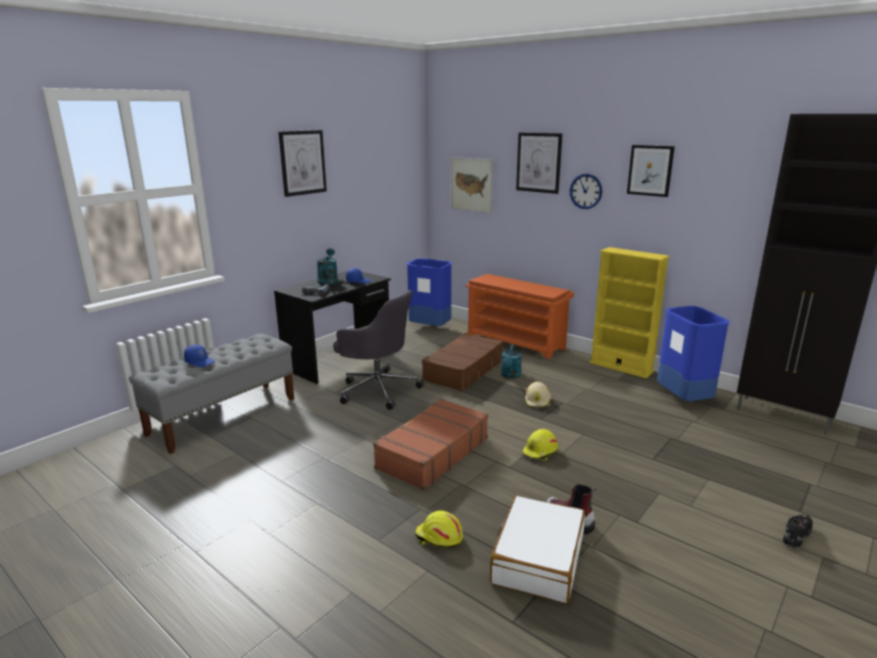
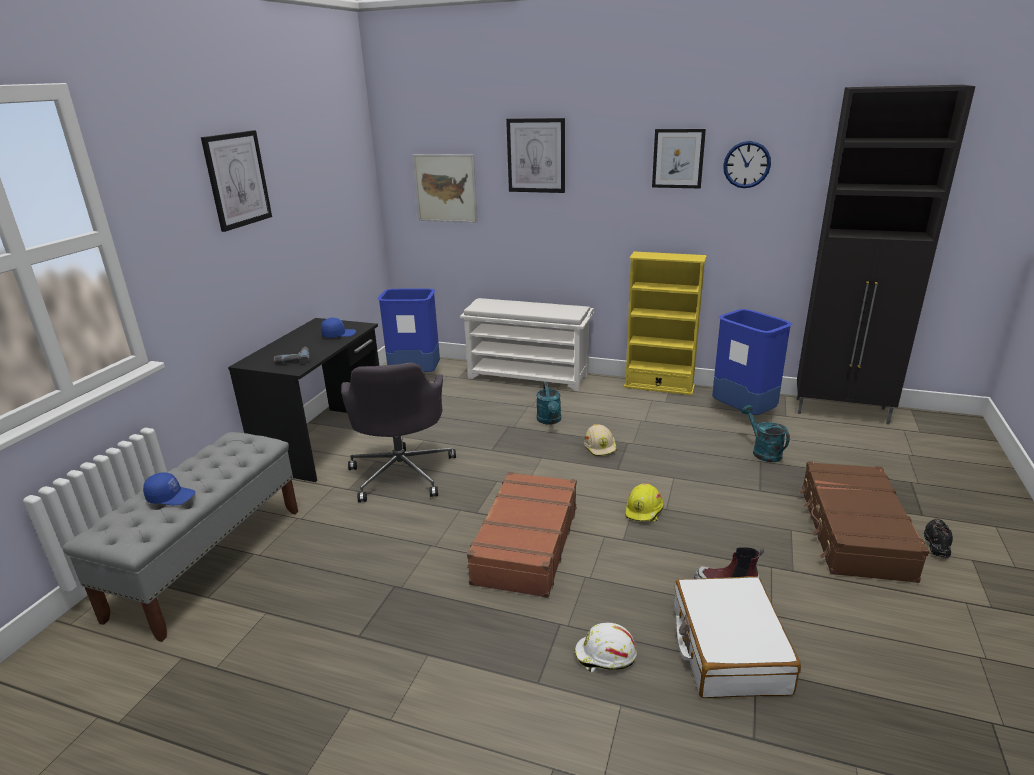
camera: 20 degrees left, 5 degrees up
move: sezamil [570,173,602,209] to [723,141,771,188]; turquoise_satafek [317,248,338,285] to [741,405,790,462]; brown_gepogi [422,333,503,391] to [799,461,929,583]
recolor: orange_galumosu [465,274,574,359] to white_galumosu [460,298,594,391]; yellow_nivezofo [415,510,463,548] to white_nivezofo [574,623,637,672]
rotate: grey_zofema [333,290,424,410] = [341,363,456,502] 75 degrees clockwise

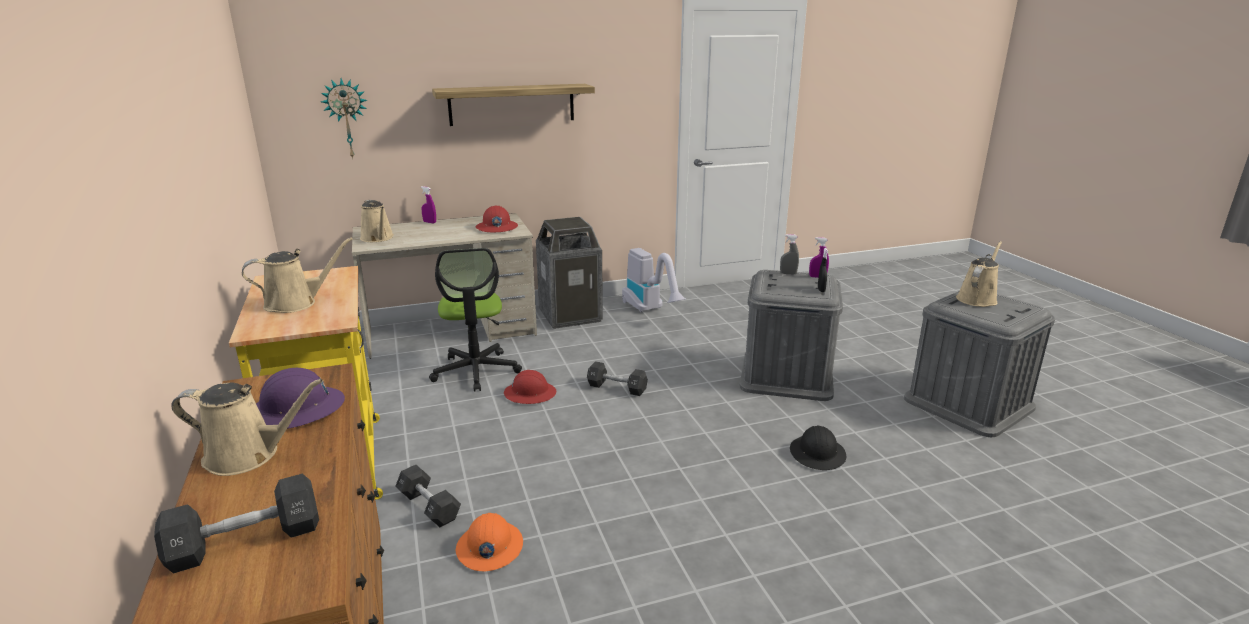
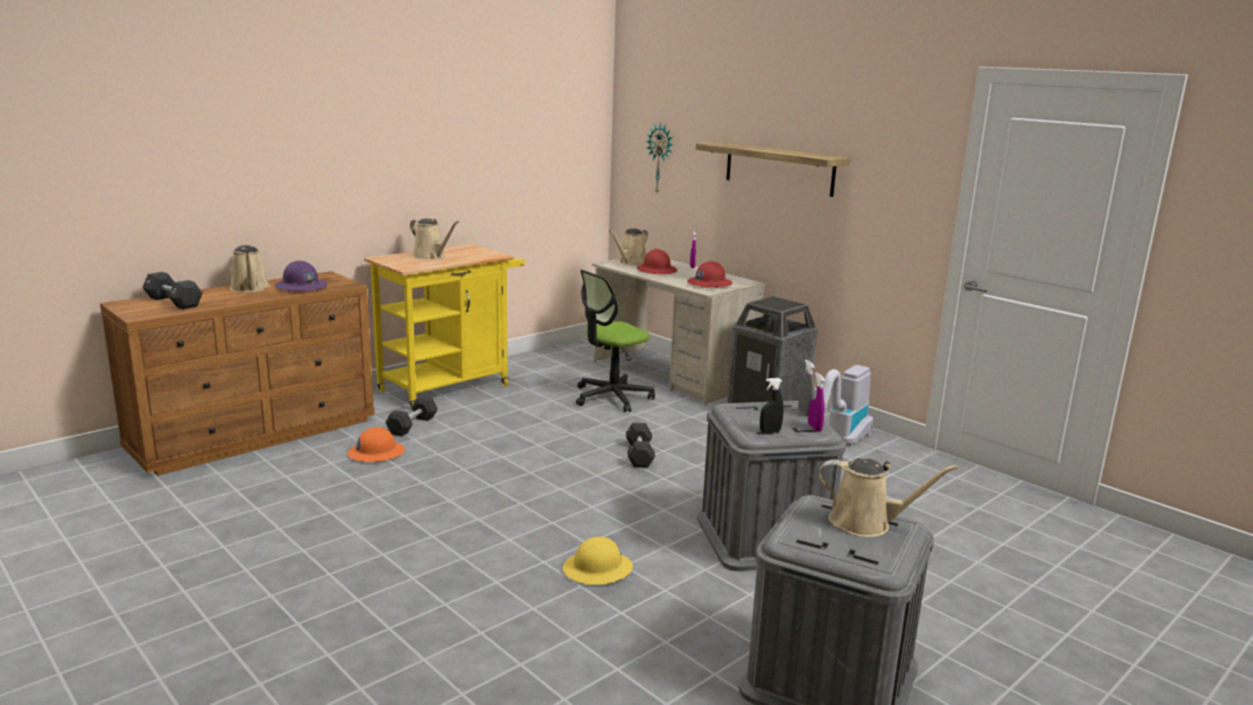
camera: 65 degrees right, 5 degrees down
move: red_nivezofo [504,370,556,404] to [636,249,677,274]
recolor: black_nivezofo [790,426,846,470] to yellow_nivezofo [563,537,633,585]

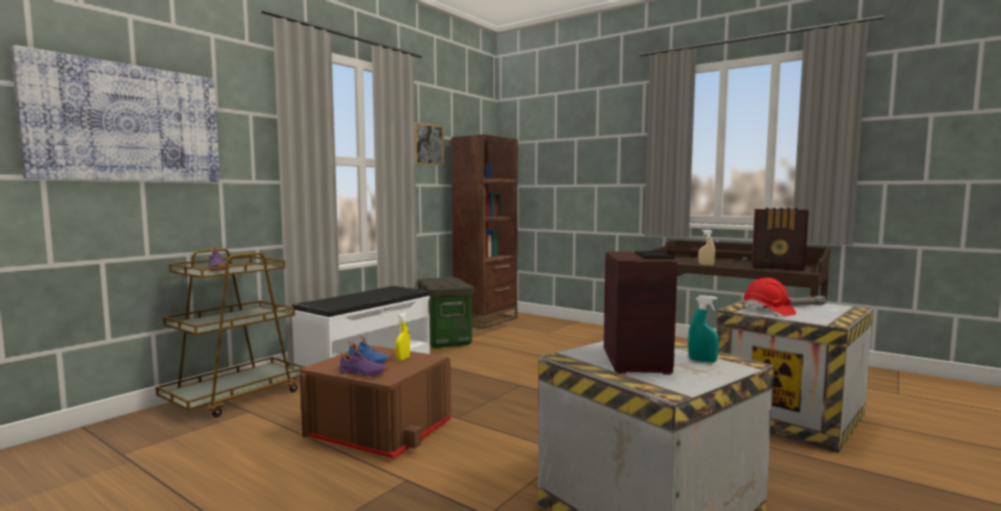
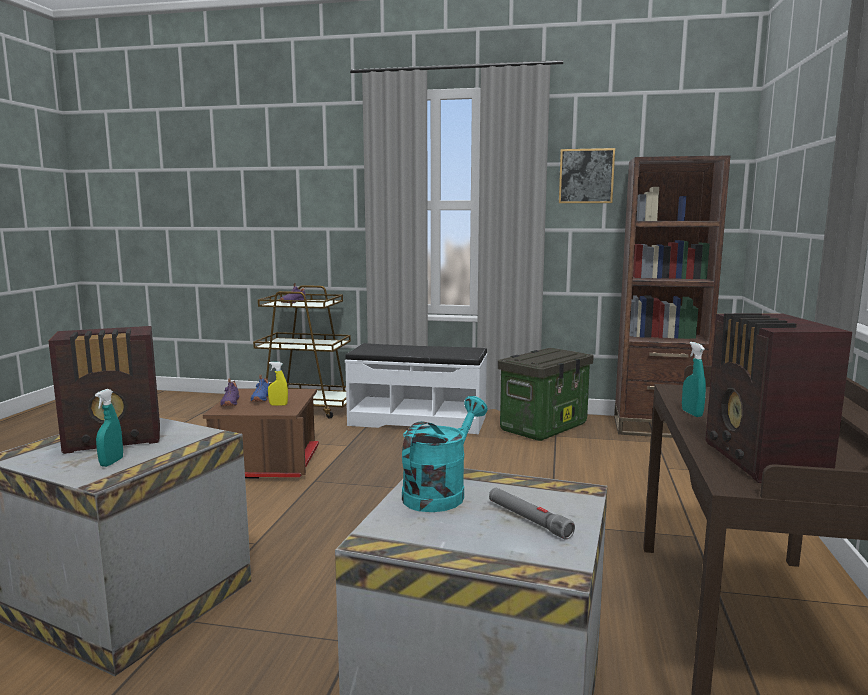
camera: 65 degrees right, 5 degrees up
delete: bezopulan [11,45,220,182]
replace: red_nivezofo [743,278,796,316] to turquoise_satafek [402,396,487,512]
recolor: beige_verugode [699,230,715,265] to turquoise_verugode [682,342,706,417]

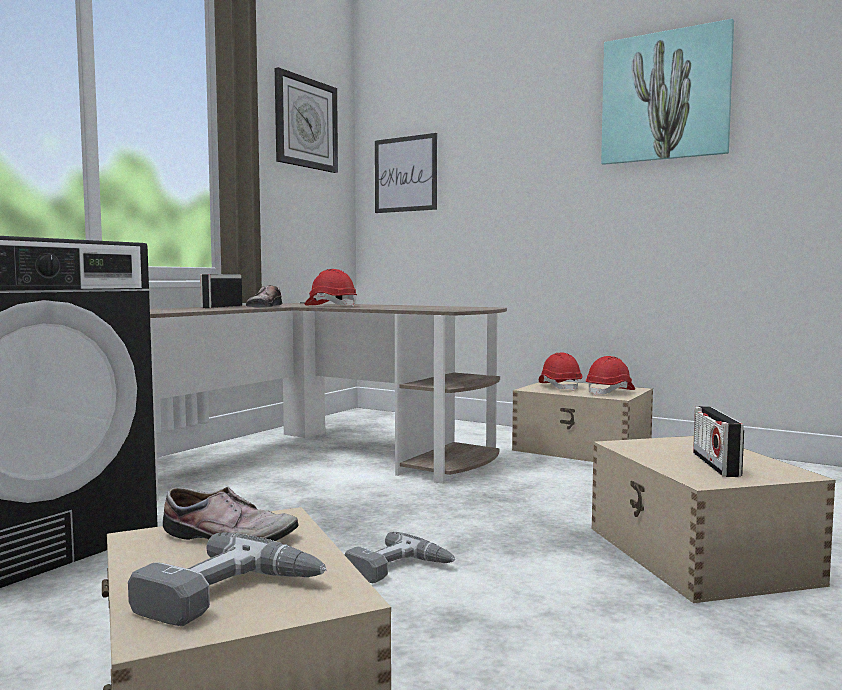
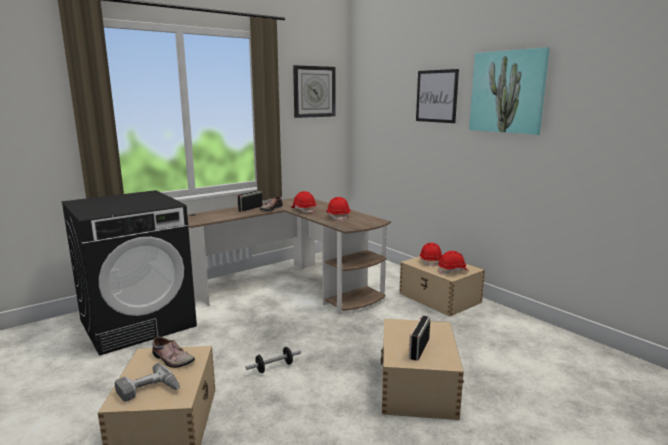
camera: 20 degrees right, 10 degrees up
insert: red_nivezofo [327,197,350,221]
move: bezopulan [375,133,437,213] to [416,69,459,123]
replace: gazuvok [344,532,455,583] to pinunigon [246,347,301,373]

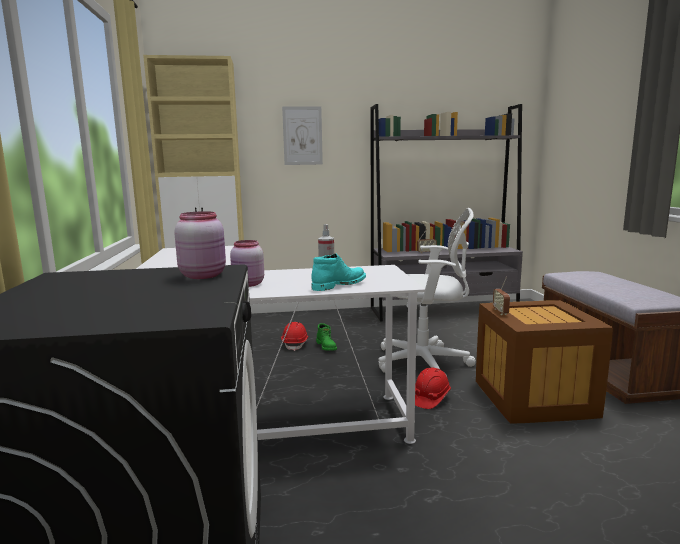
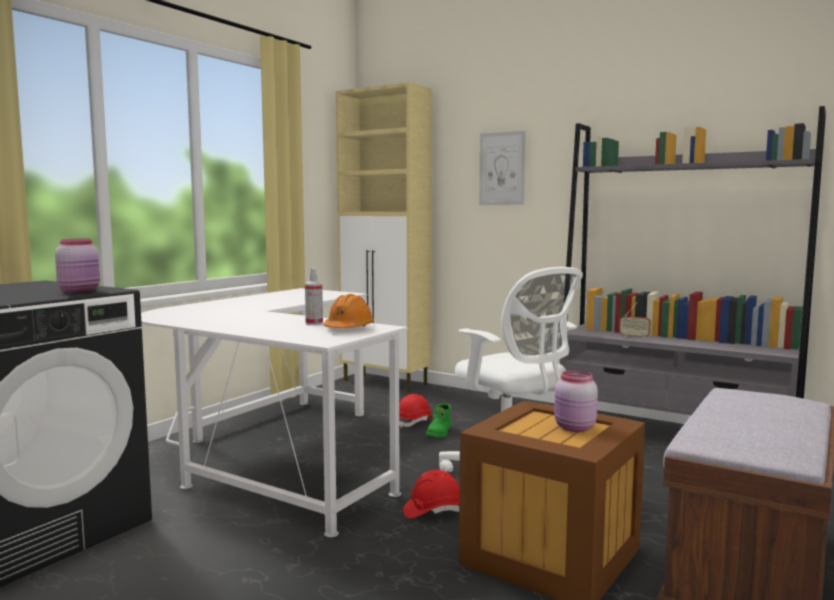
camera: 40 degrees right, 5 degrees down
delete: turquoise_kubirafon [311,253,366,291]; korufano [493,276,510,315]
insert: orange_nivezofo [324,294,374,328]
move: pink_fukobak [230,240,264,287] to [554,370,598,432]

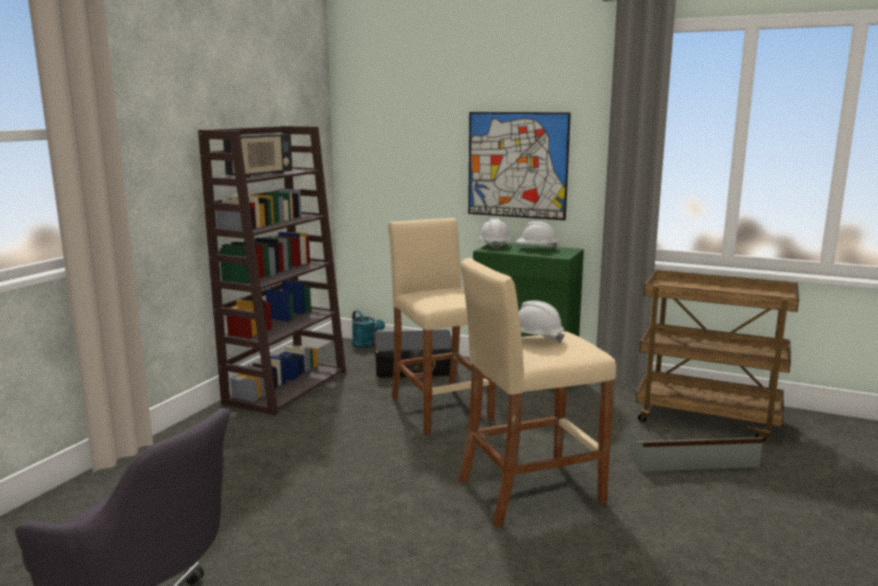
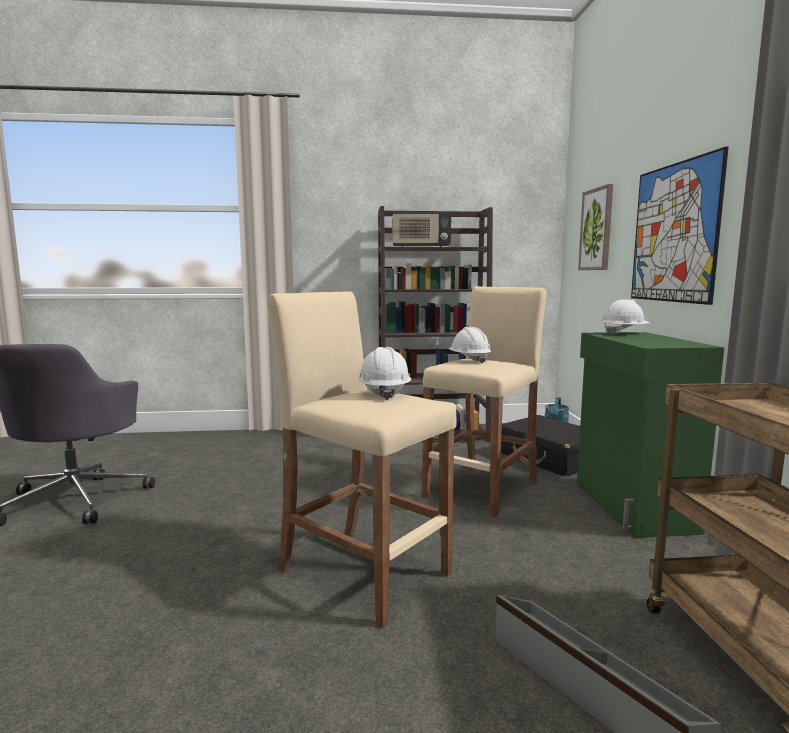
camera: 60 degrees right, 5 degrees down
insert: bezopulan [578,184,613,270]
move: white_nivezofo [516,221,558,249] to [448,327,491,364]

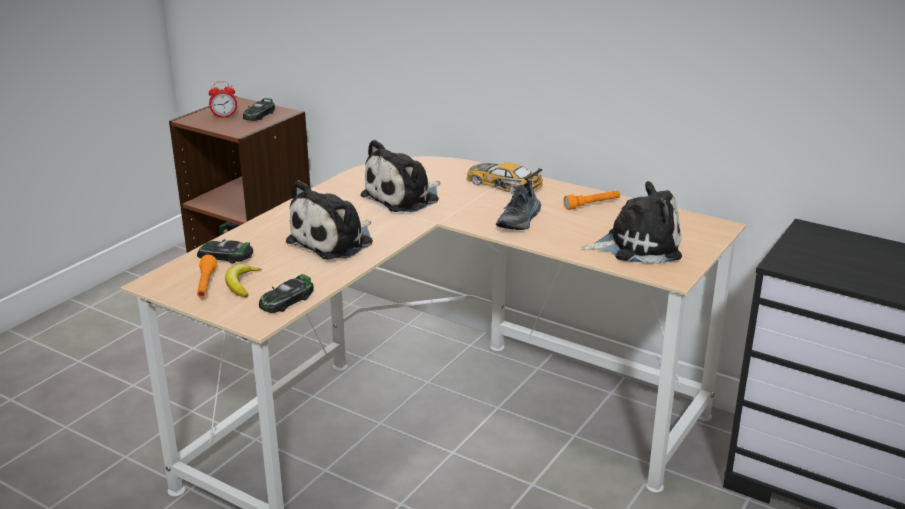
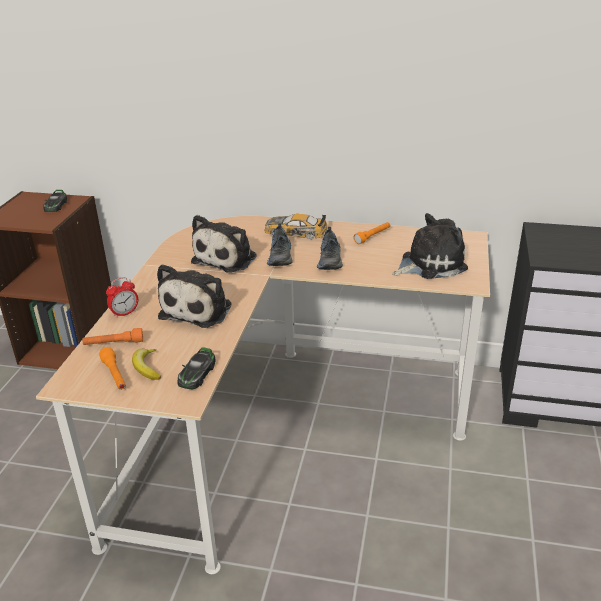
camera: 20 degrees left, 5 degrees up
insert: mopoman [267,224,293,266]
move: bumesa [209,81,237,118] to [106,277,138,318]
replace: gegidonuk [197,239,253,263] to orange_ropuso [82,328,143,345]

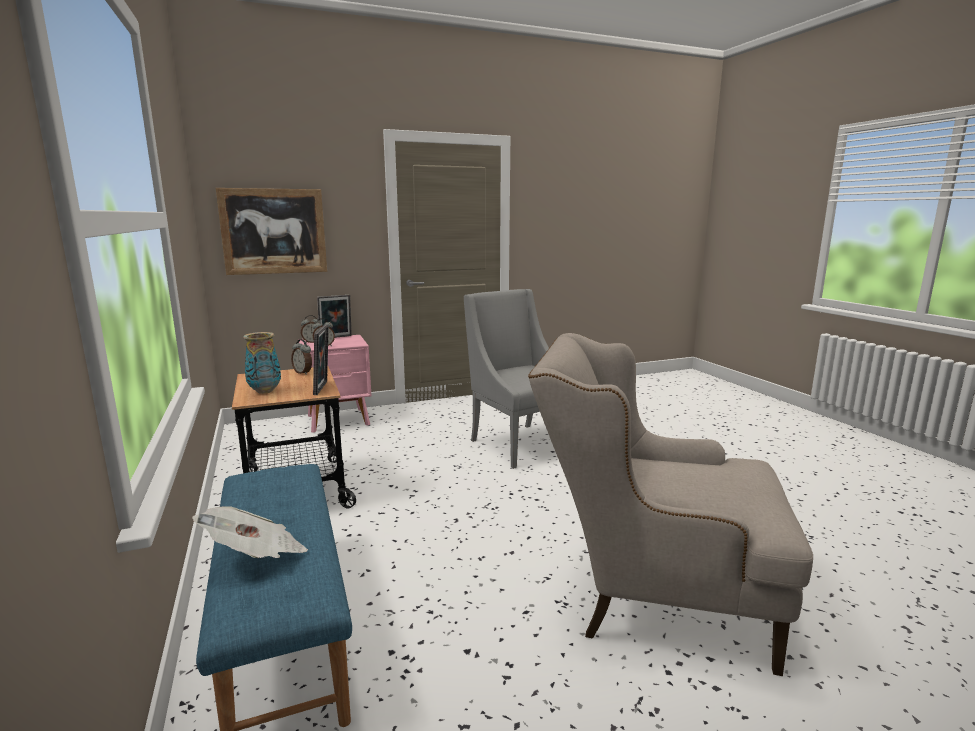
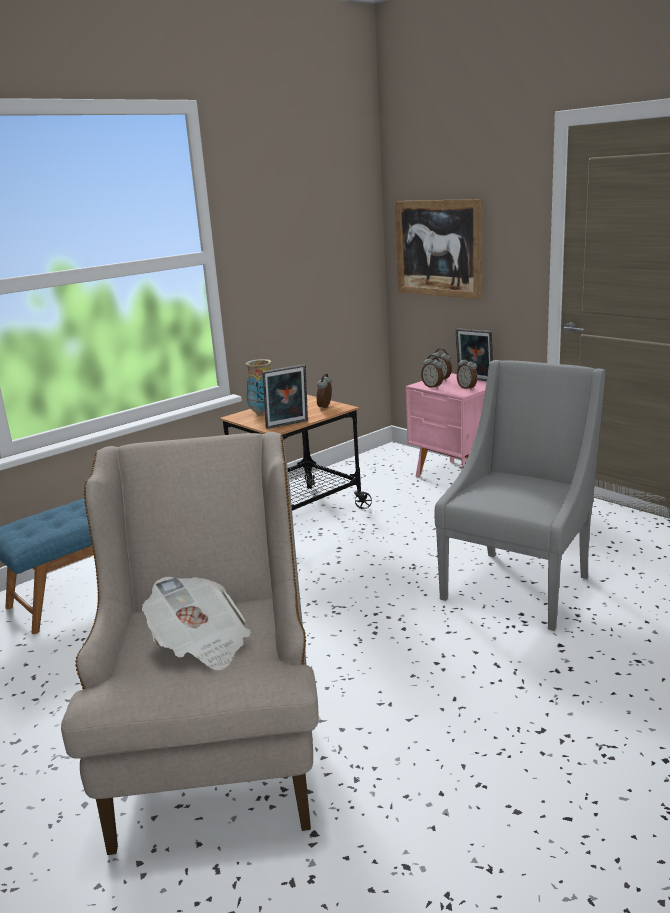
camera: 70 degrees right, 5 degrees up
insert: bumesa [457,356,478,390]
move: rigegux [192,506,308,558] to [142,576,251,670]

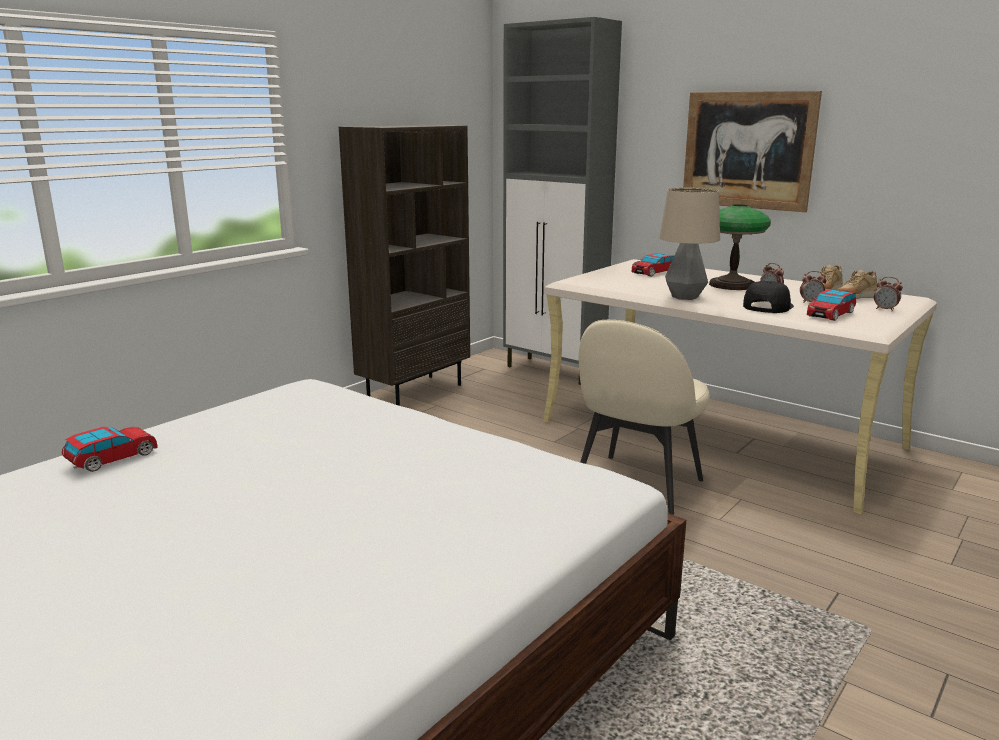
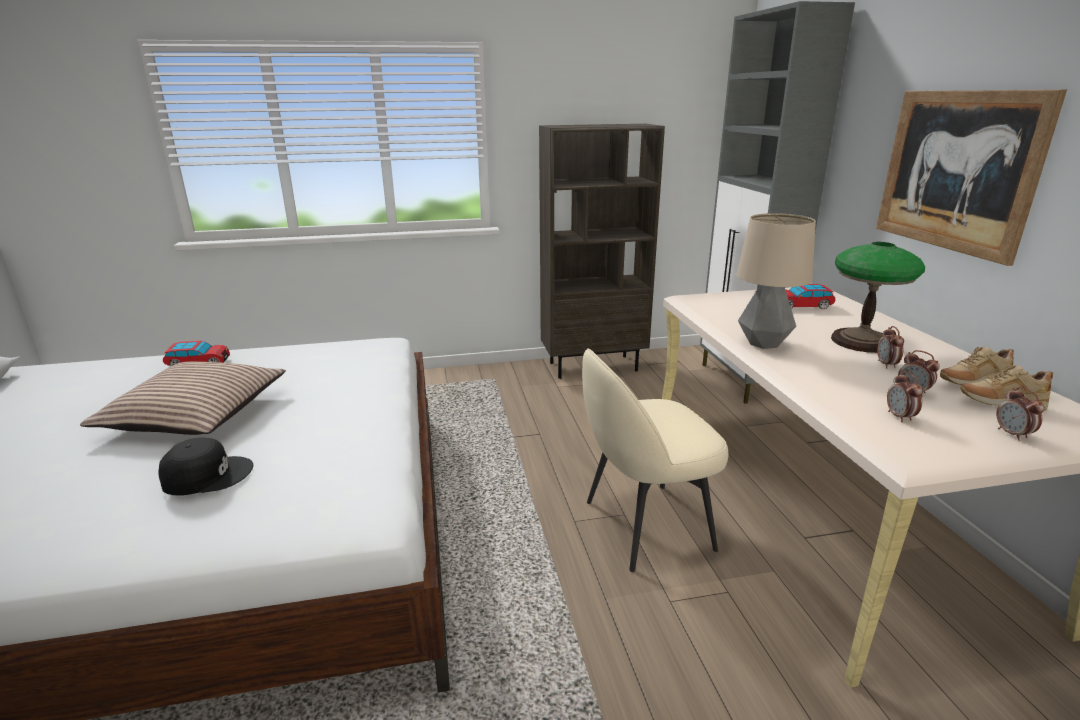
camera: 40 degrees right, 5 degrees up
insert: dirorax [80,361,286,435]
move: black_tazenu [743,281,794,313] to [158,438,253,496]
replace: gegidonuk [807,289,856,321] to bumesa [887,371,923,422]

